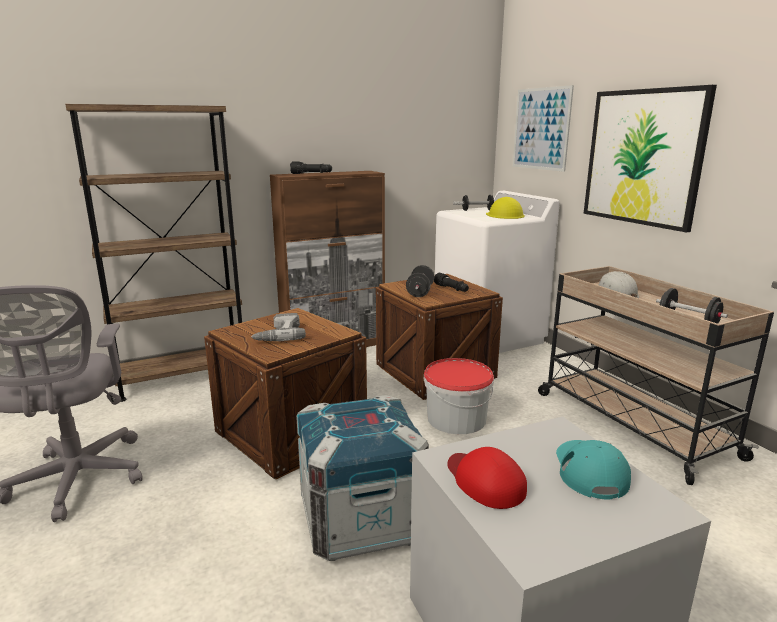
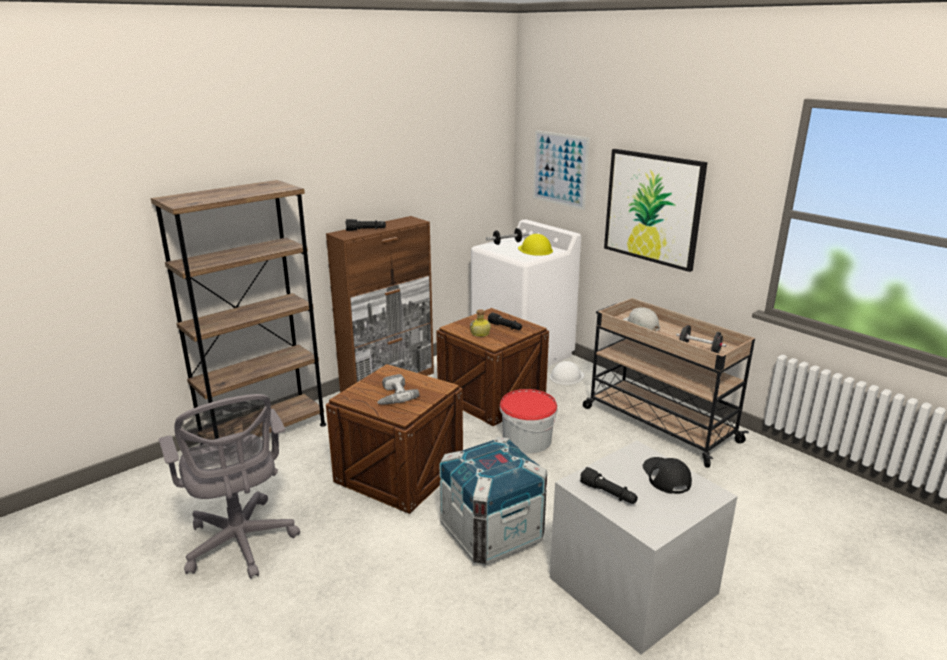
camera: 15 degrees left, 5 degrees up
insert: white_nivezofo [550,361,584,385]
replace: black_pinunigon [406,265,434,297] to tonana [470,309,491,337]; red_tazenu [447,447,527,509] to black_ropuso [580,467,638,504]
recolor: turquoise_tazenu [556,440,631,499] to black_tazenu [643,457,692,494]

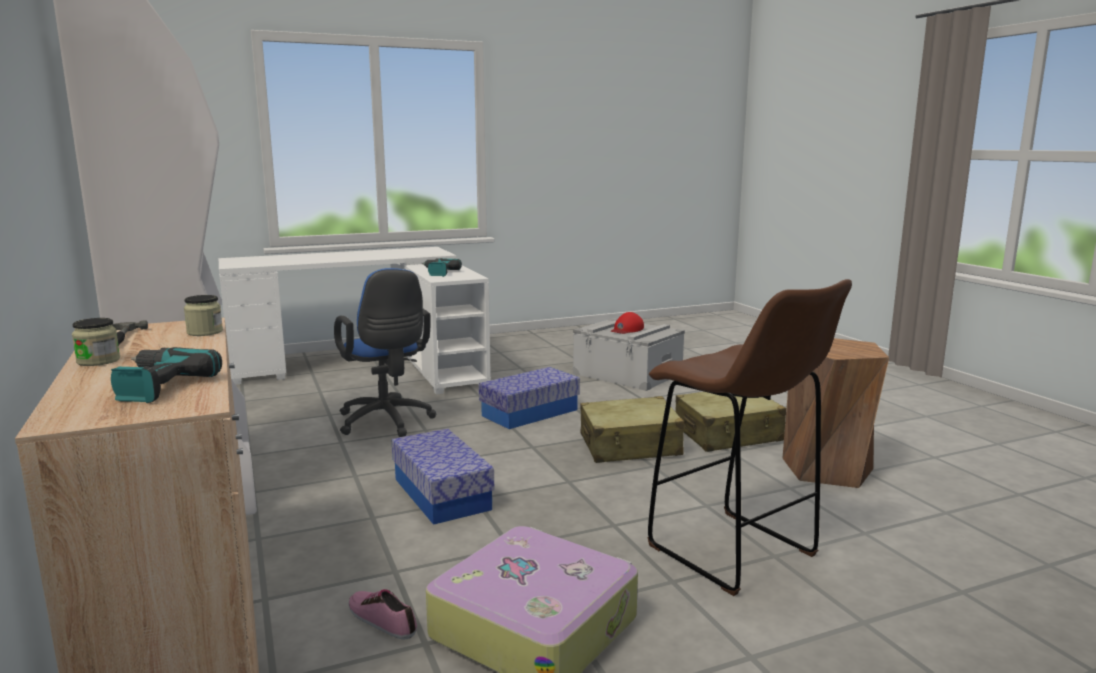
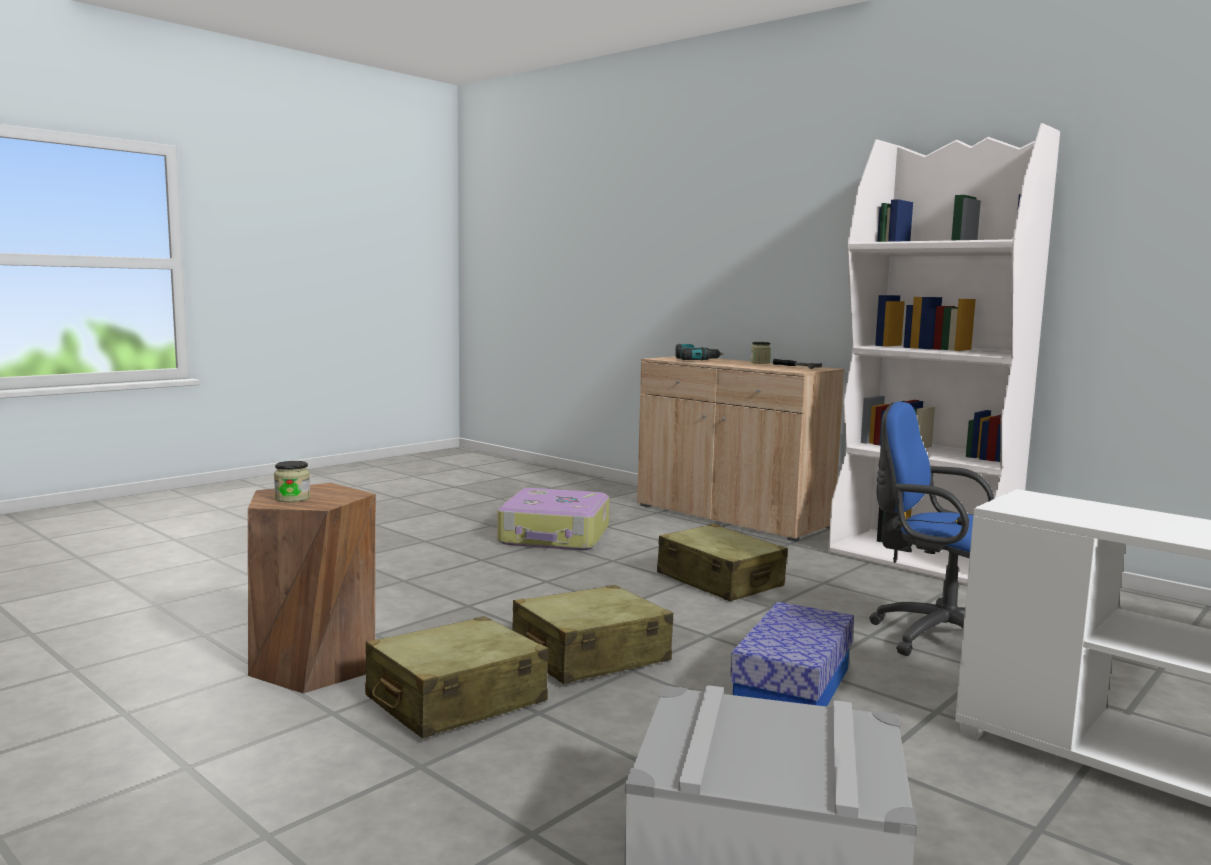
camera: 155 degrees right, 5 degrees down
delete: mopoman [349,589,417,640]; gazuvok [422,258,462,277]; red_tazenu [611,312,644,334]; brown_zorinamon [647,279,852,596]
move: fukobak [184,295,223,336] to [274,461,310,502]
replace: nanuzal [392,429,494,525] to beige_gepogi [657,524,788,601]

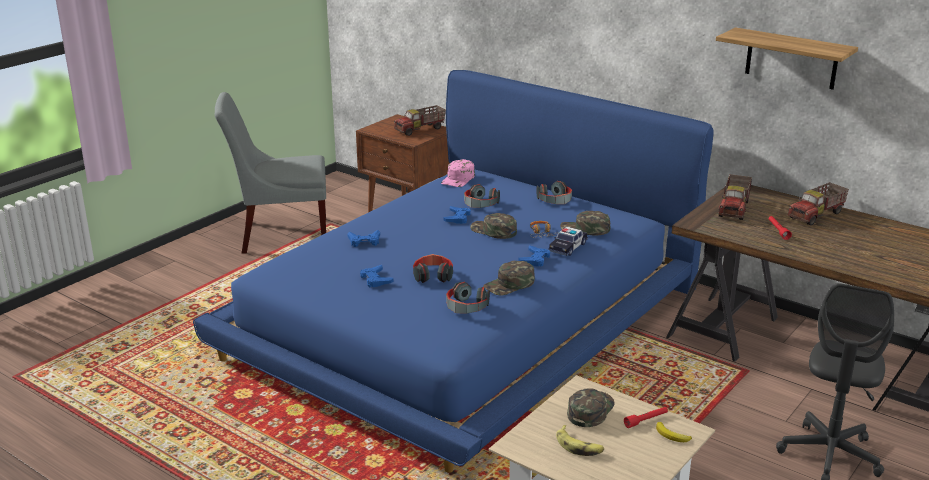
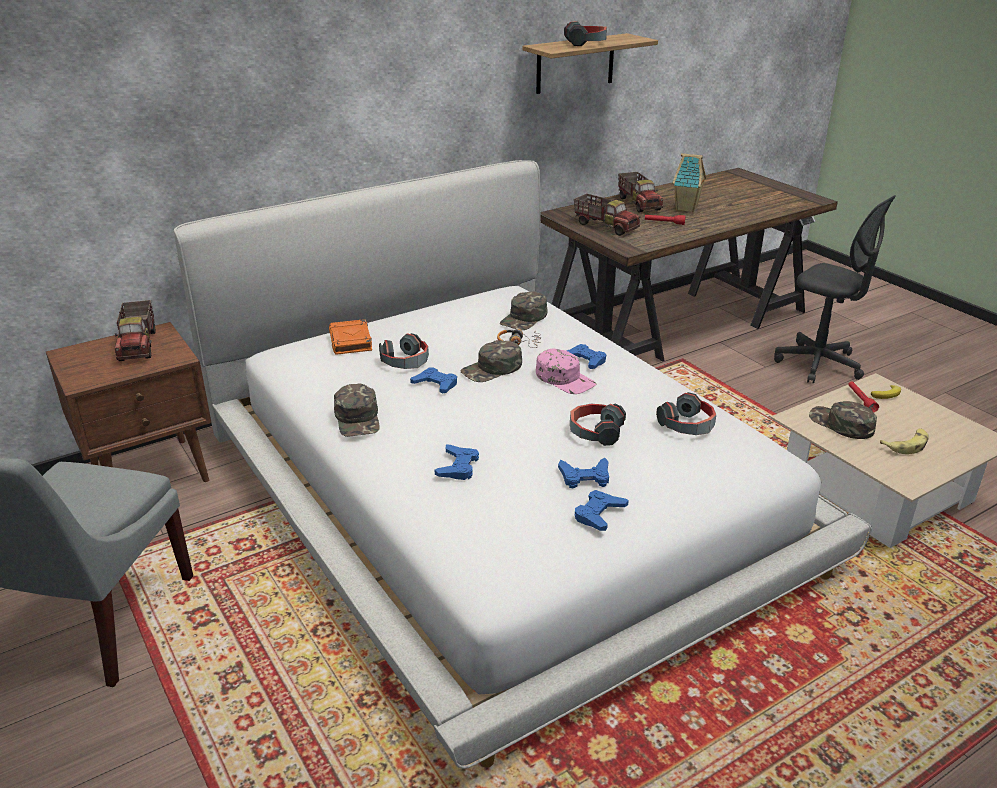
camera: 70 degrees left, 5 degrees up
delete: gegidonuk [548,226,588,256]
insert: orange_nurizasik [329,319,372,355]; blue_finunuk [575,490,629,531]; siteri [672,153,706,212]
move: green_tazenu [483,261,535,295] to [334,383,380,437]; pink_tazenu [441,159,475,187] to [536,349,596,394]; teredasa [536,181,572,204] to [564,21,607,46]
recolor: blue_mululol [193,70,714,473] to white_mululol [173,160,872,769]

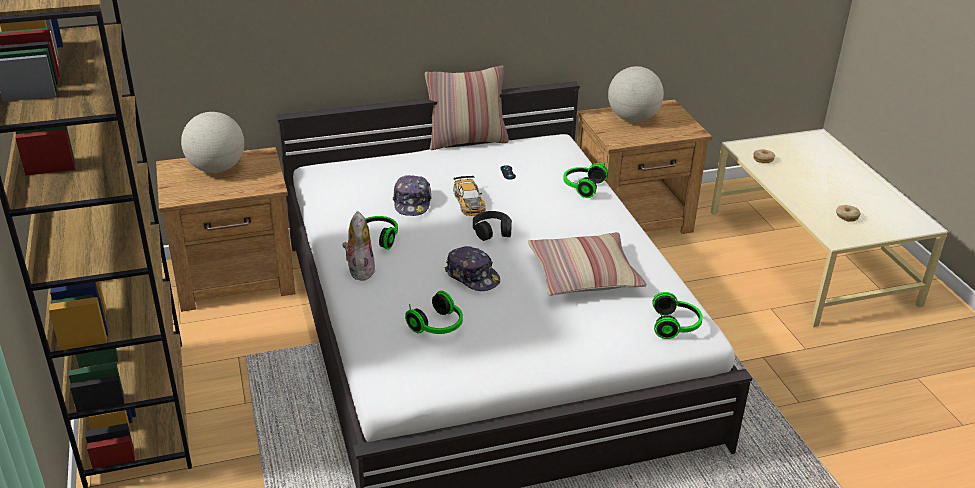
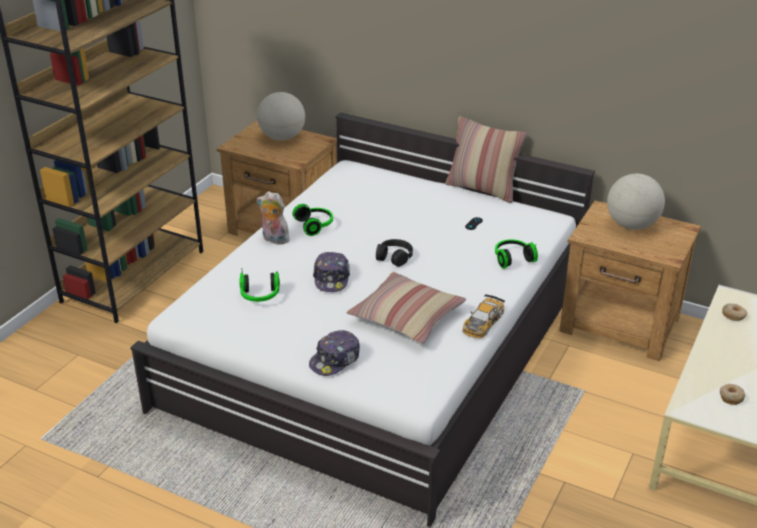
camera: 45 degrees right, 0 degrees up
delete: teredasa [653,292,703,339]
move: tazenu [393,175,432,216] to [309,330,360,376]; gegidonuk [453,176,486,216] to [462,294,505,338]
rotate: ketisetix [343,211,375,281] = [257,191,292,245] 105 degrees counterclockwise

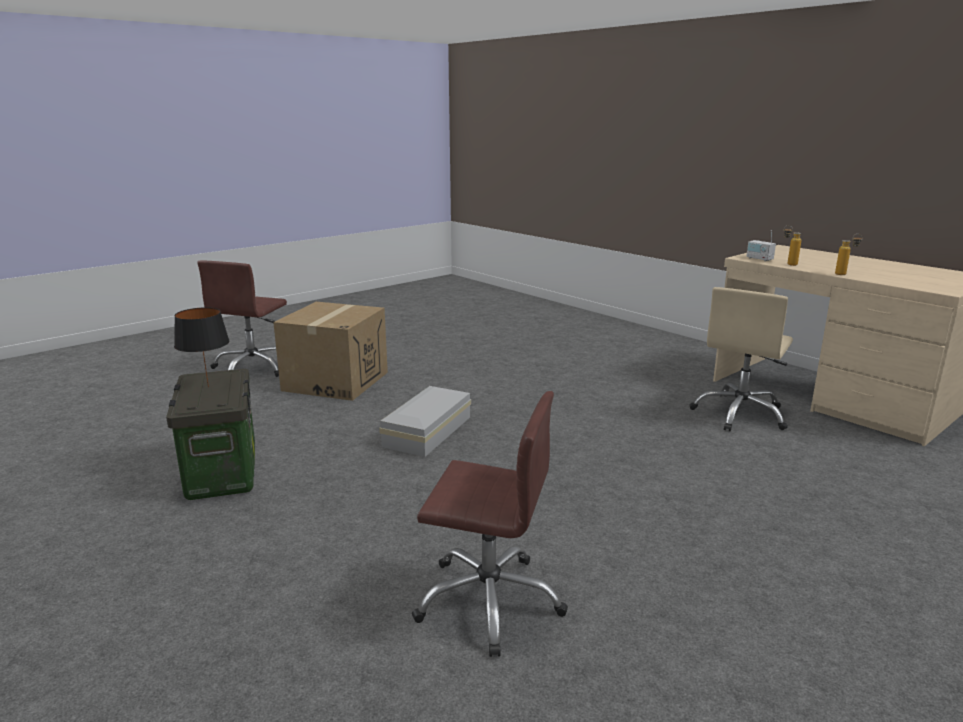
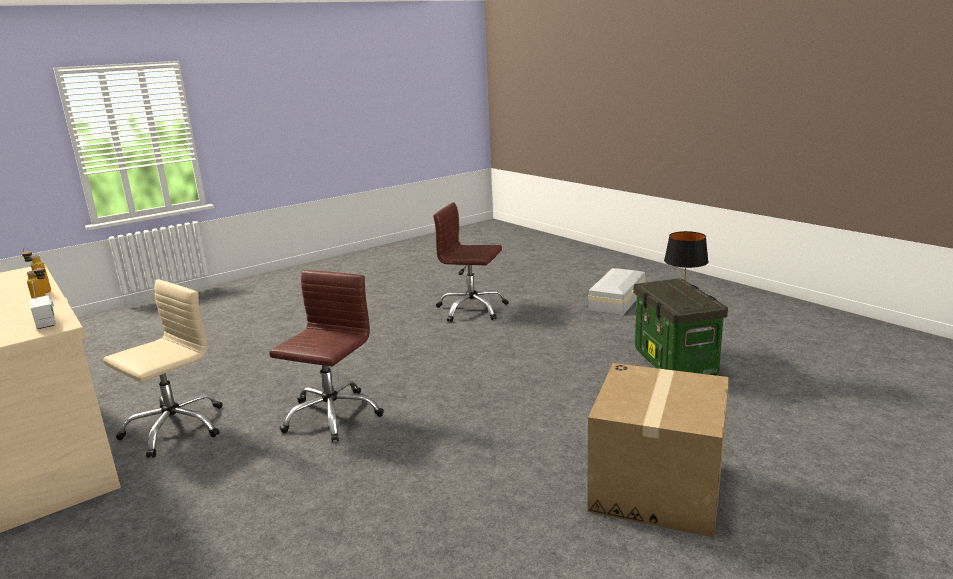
camera: 175 degrees left, 0 degrees up
move: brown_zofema [197,261,287,377] to [269,270,384,442]; white_nanuzal [379,386,471,457] to [588,268,646,315]

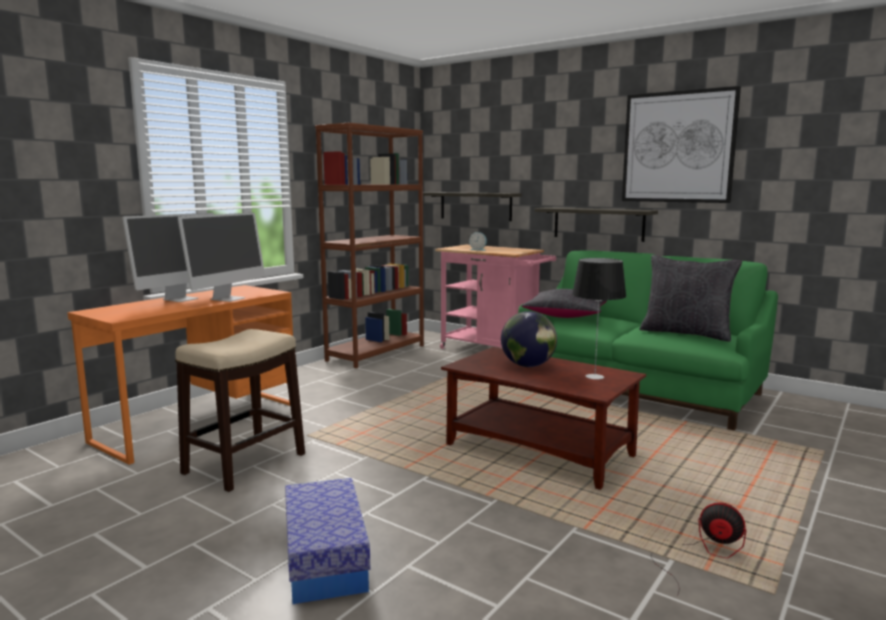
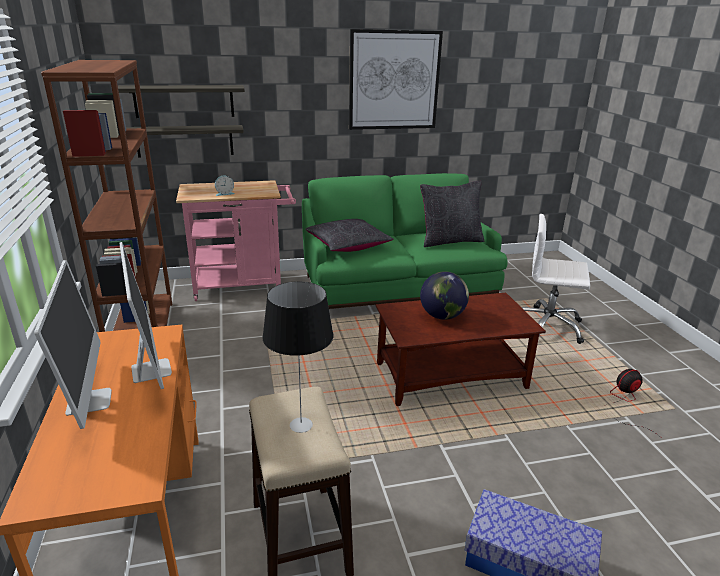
camera: 50 degrees left, 15 degrees up
insert: white_zofema [521,214,590,344]
move: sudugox [535,207,658,242] to [118,85,245,118]; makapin [572,258,626,379] to [262,281,334,433]

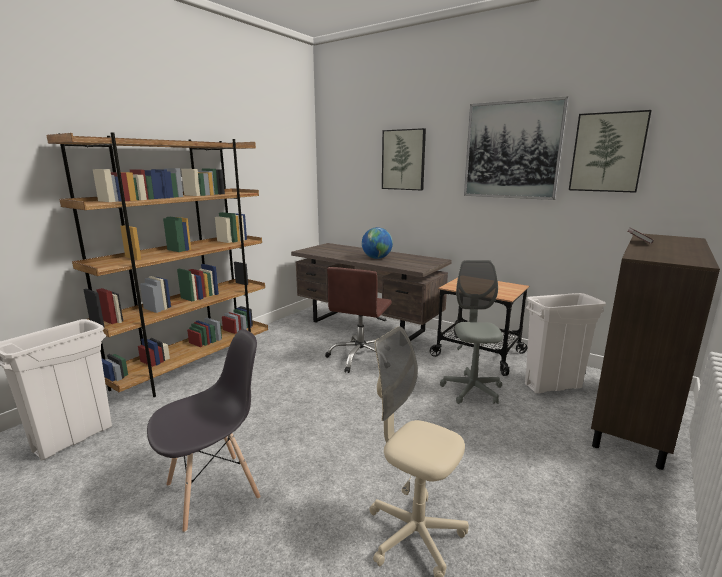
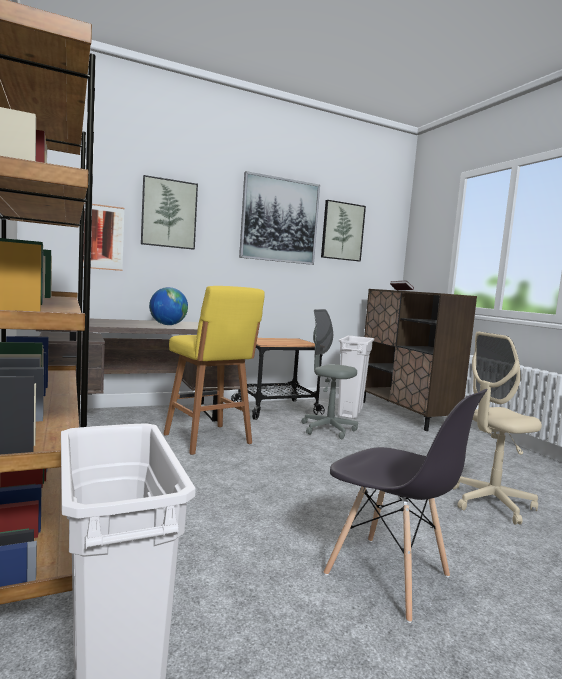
camera: 60 degrees left, 10 degrees down
insert: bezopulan [83,204,124,271]
replace: brown_zofema [325,267,392,373] to yellow_zorinamon [164,286,265,455]
rotate: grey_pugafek [147,329,261,533] = [324,389,488,623] 135 degrees clockwise

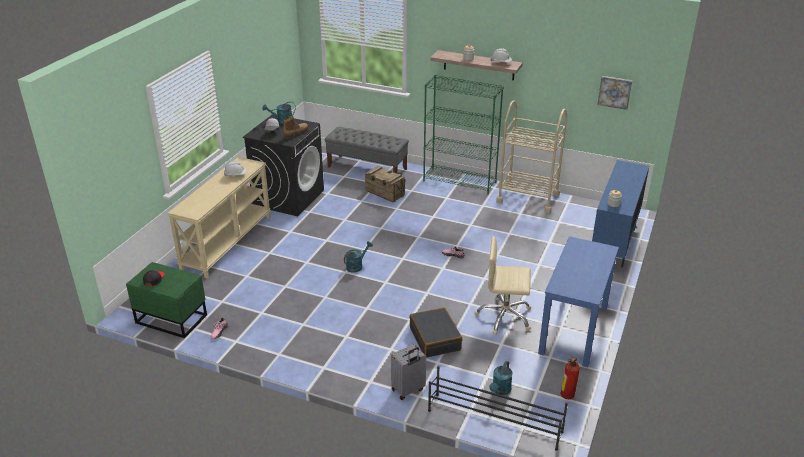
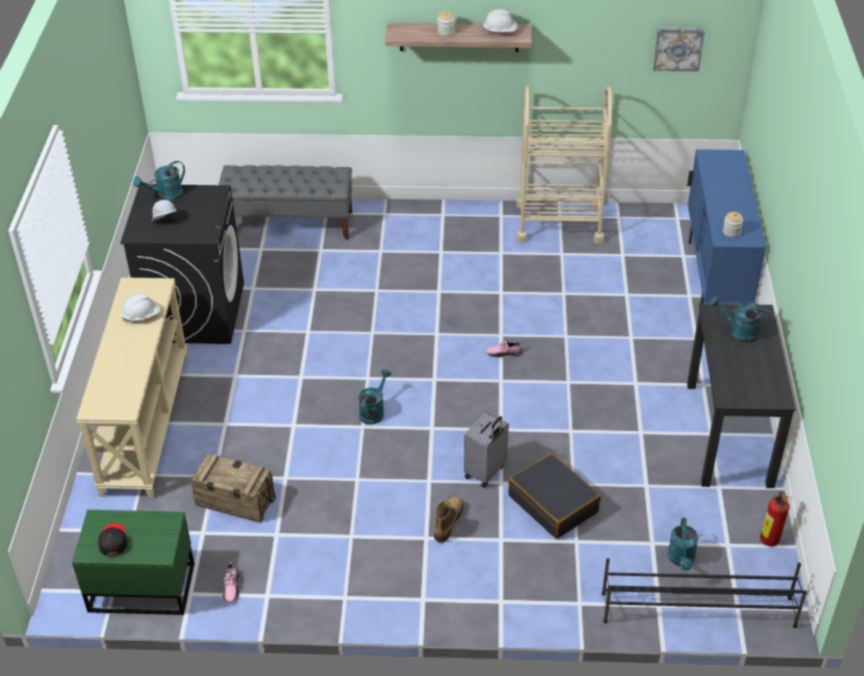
camera: 20 degrees left, 10 degrees up
delete: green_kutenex [423,75,504,195]; beige_zofema [474,236,531,334]
insert: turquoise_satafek [709,296,770,343]
move: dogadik [365,166,405,202] to [190,453,276,523]; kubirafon [283,116,309,139] to [434,496,464,543]; grey_gepogi [391,344,426,400] to [464,412,509,488]
recolor: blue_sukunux [538,236,619,367] to black_sukunux [687,304,796,488]

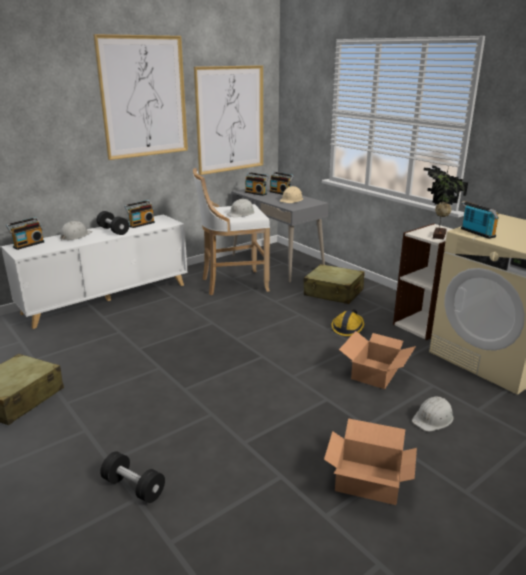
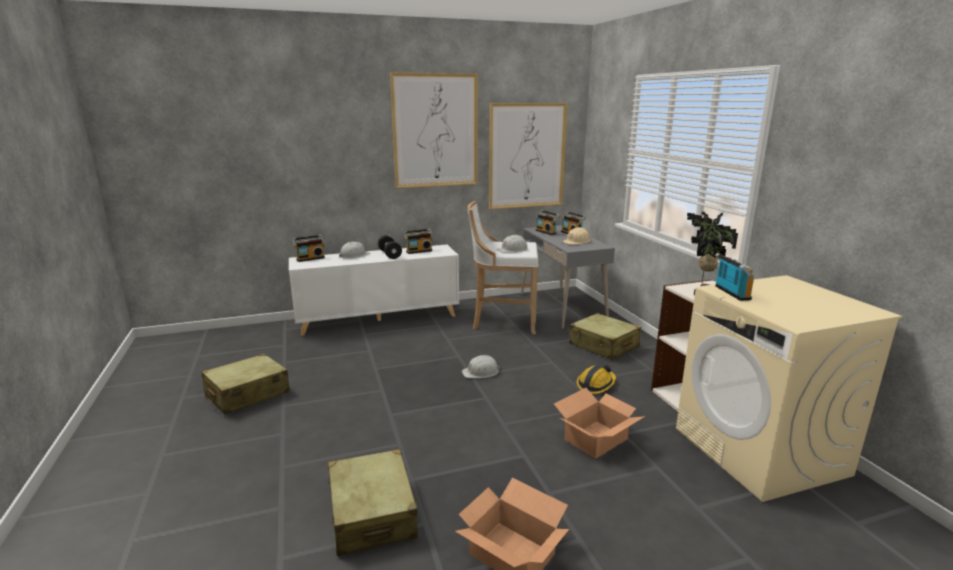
camera: 20 degrees right, 5 degrees down
delete: black_pinunigon [100,451,165,503]
insert: beige_gepogi [328,449,418,556]
move: white_nivezofo [412,397,454,432] to [462,355,500,378]

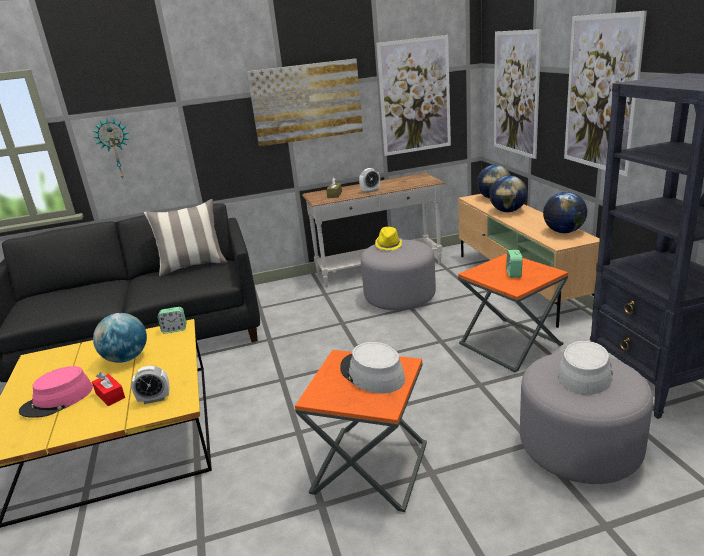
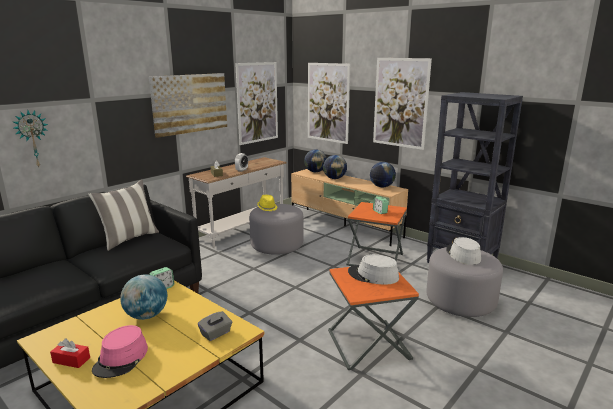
camera: 35 degrees left, 5 degrees down
move: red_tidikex [92,372,125,406] to [50,339,90,368]
replace: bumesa [131,365,170,404] to grey_tidikex [198,311,232,341]

